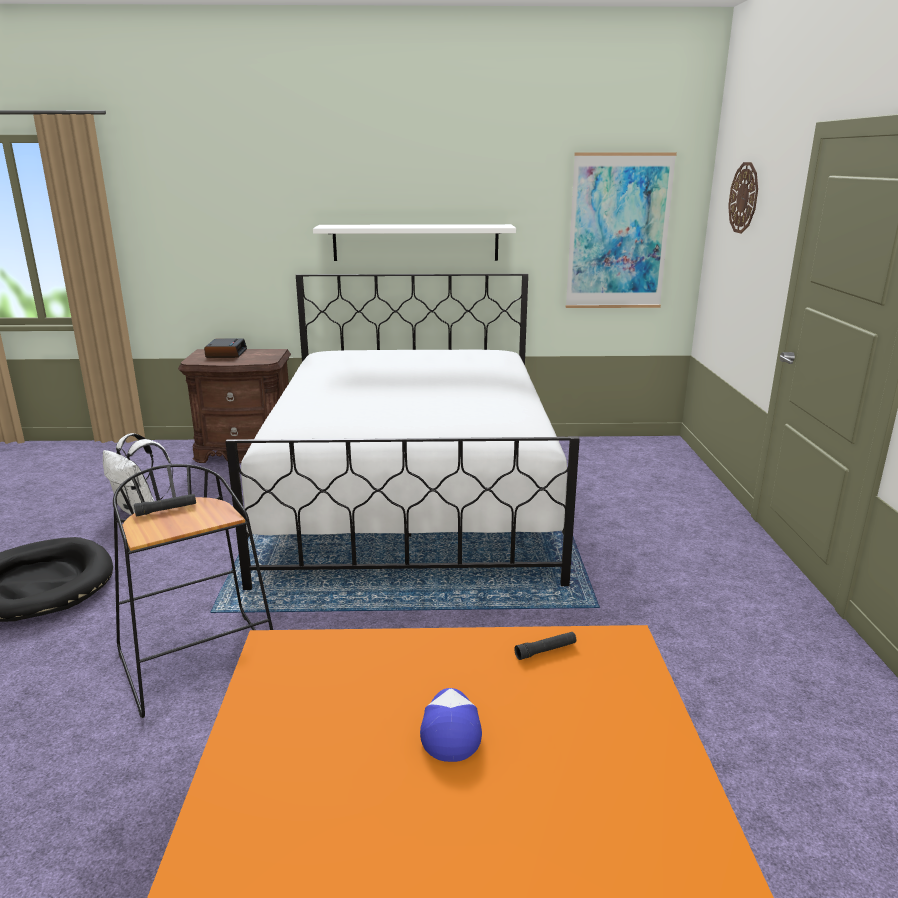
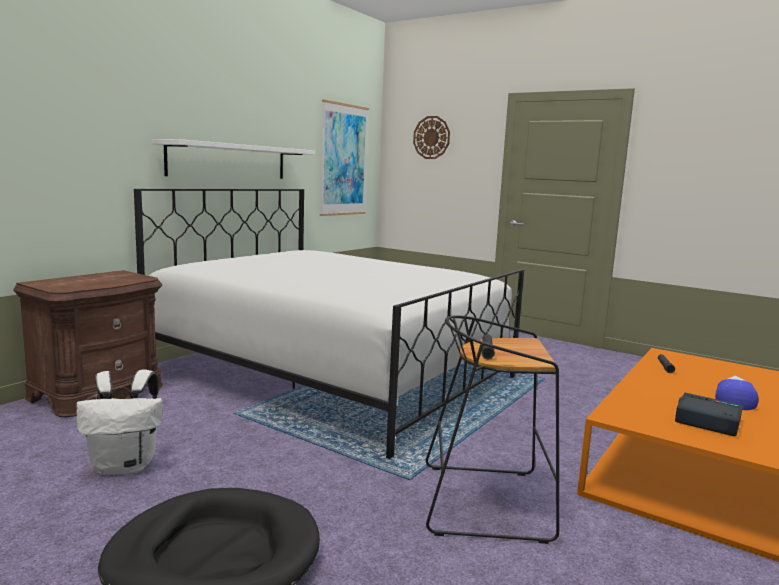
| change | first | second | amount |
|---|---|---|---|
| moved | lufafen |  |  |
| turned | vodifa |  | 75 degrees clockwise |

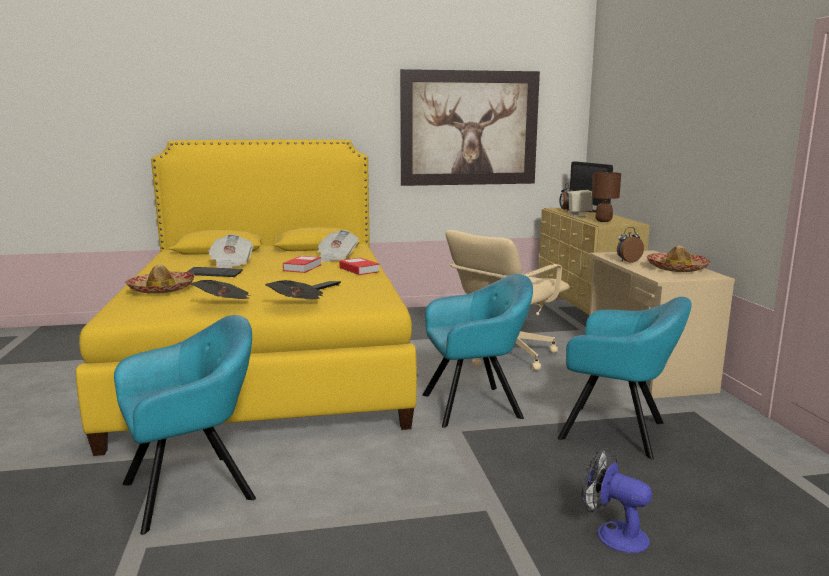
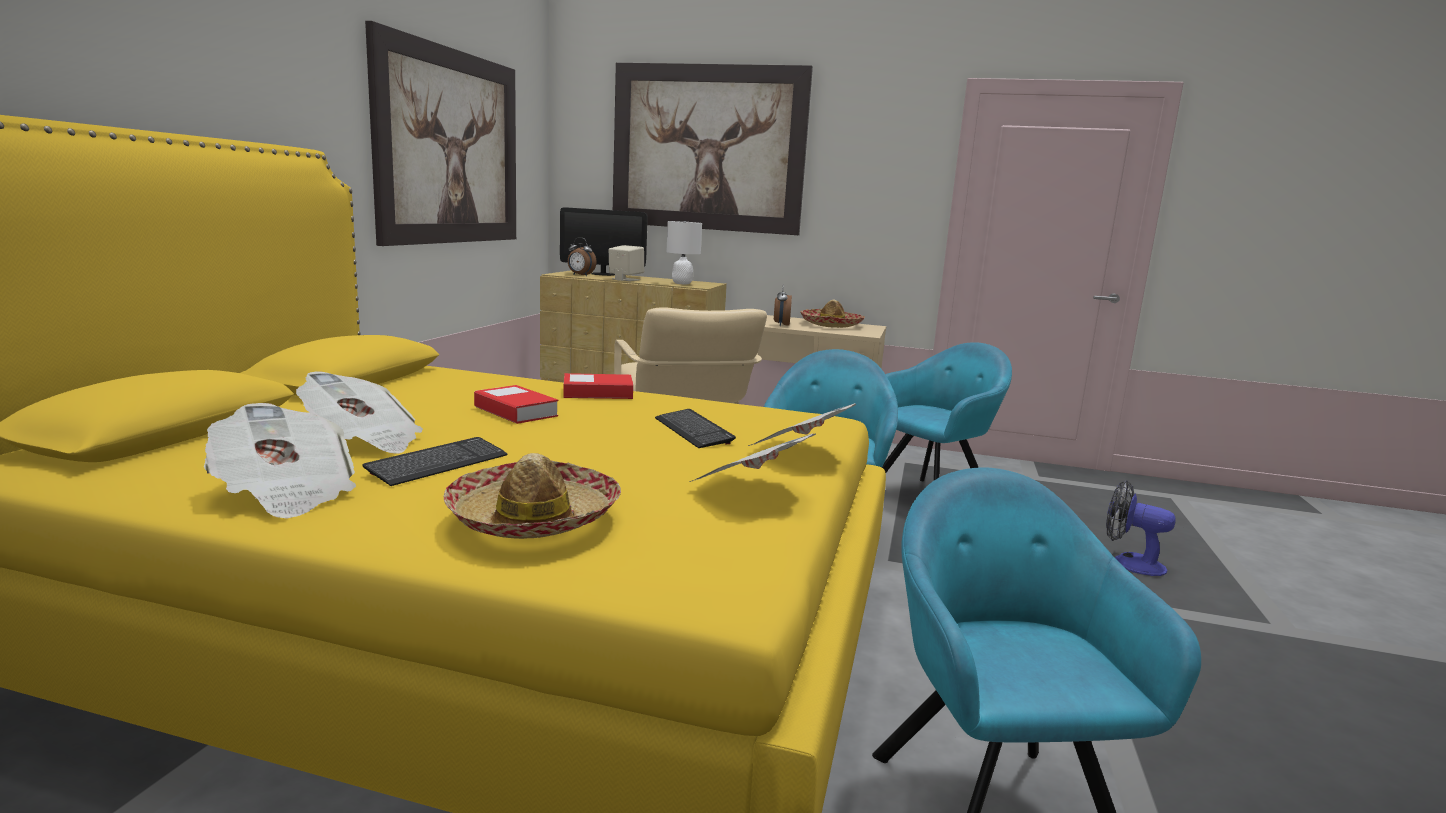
| change | first | second | amount |
|---|---|---|---|
| moved | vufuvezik (4th from left in the first image) | vufuvezik (1st from left) |  |
| turned | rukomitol |  | 60 degrees clockwise |
| recoloured | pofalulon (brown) | pofalulon (white) |  |
| added |  | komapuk (2nd from left) |  |

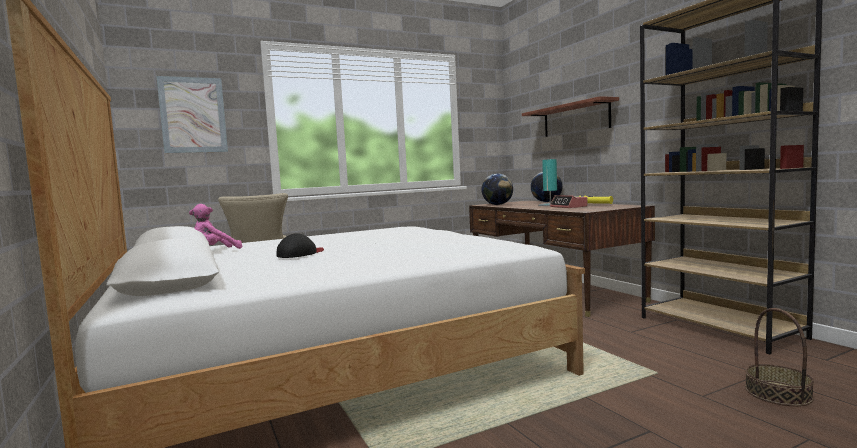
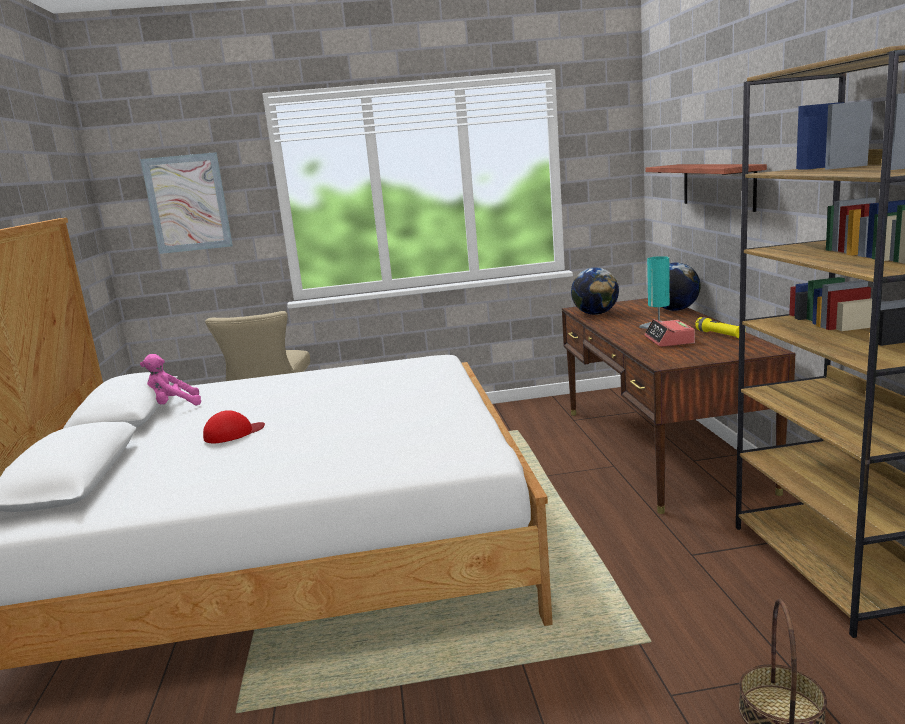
| change | first | second | amount |
|---|---|---|---|
| recoloured | vodifa (black) | vodifa (red) |  |

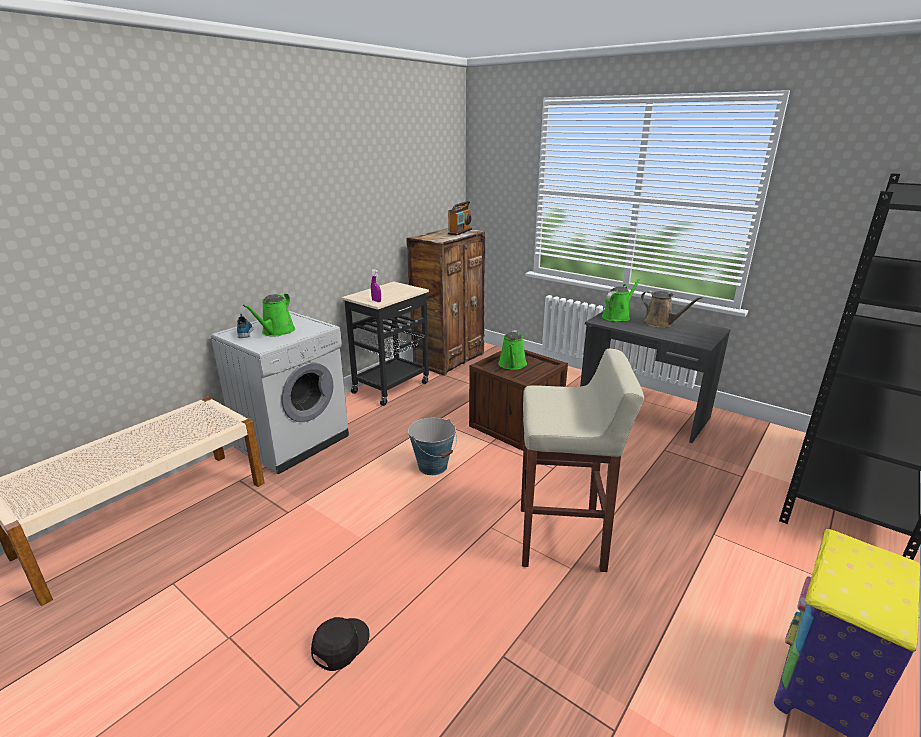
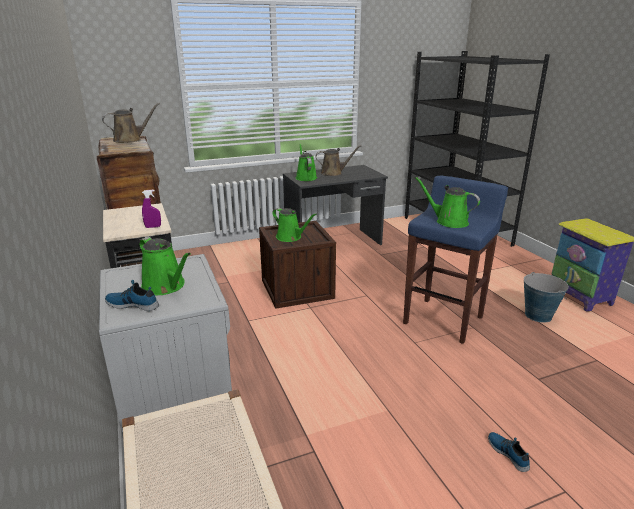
| change | first | second | amount |
|---|---|---|---|
| replaced | vodifa (black) | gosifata (2nd from left) |  |
| moved | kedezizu |  |  |
| replaced | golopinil | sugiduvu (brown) (1st from left) |  |
| recoloured | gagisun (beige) | gagisun (blue) |  |
| added |  | sugiduvu (green) (4th from left) |  |

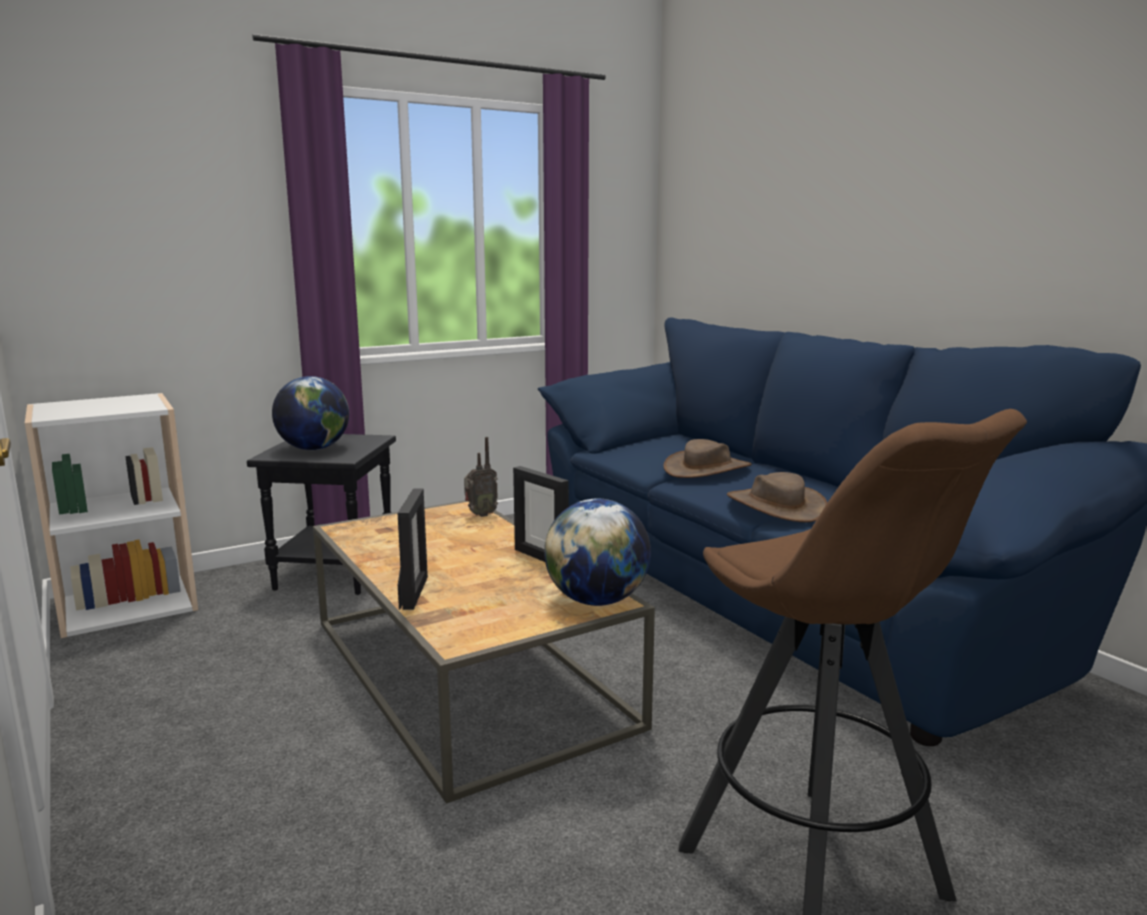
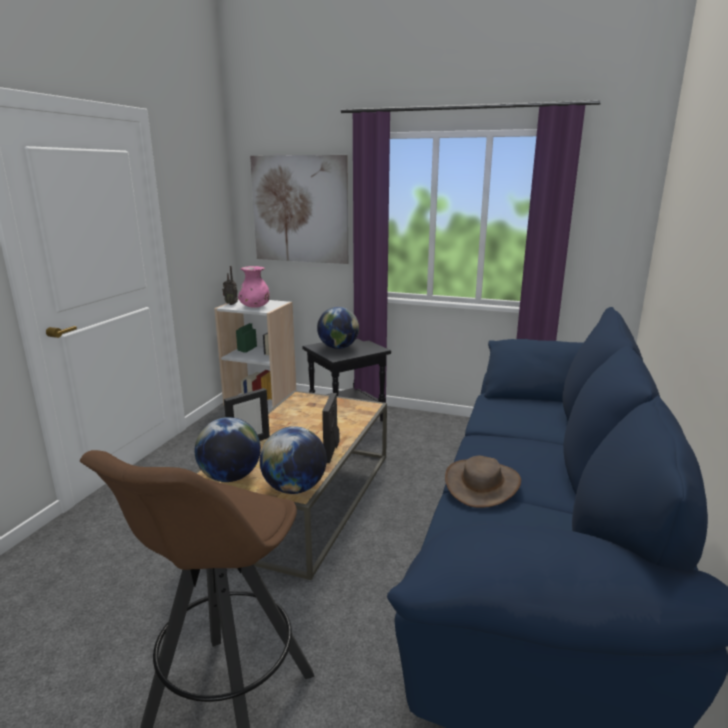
| change | first | second | amount |
|---|---|---|---|
| moved | golopinil |  |  |
| removed | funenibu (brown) (1st from left) |  |  |
| added |  | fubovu (1st from left) |  |
| added |  | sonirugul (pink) |  |
| added |  | komapuk |  |

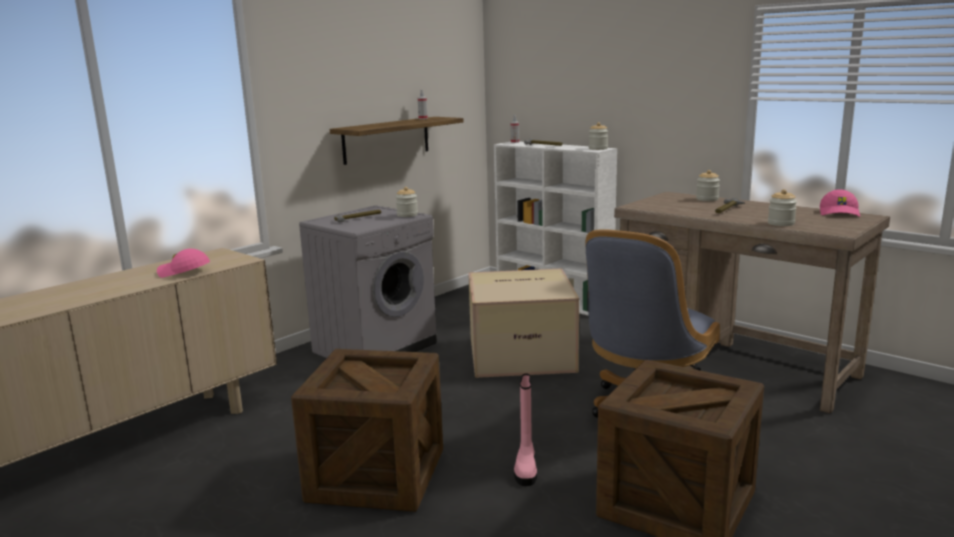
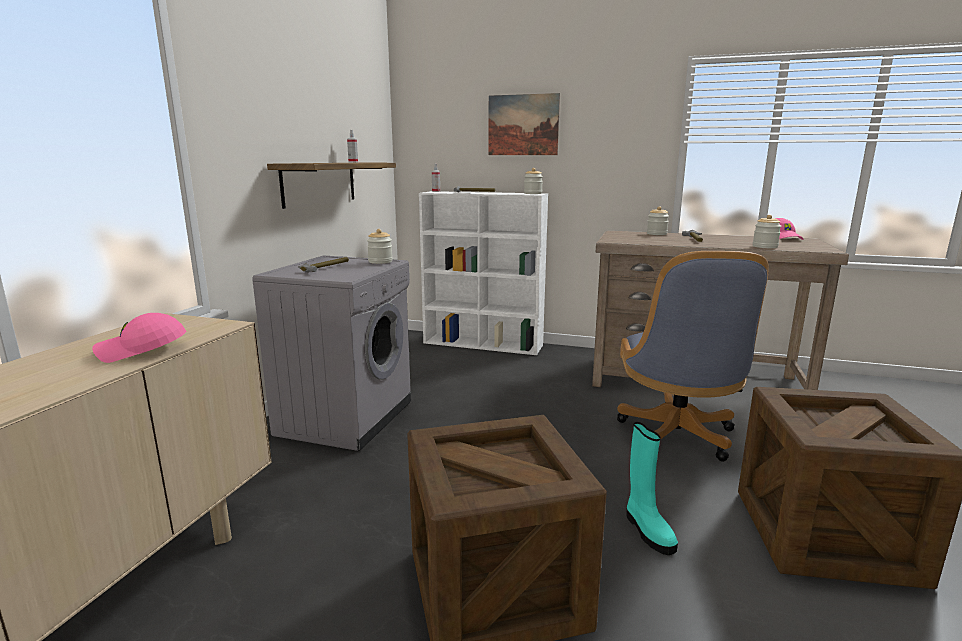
| change | first | second | amount |
|---|---|---|---|
| removed | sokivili |  |  |
| recoloured | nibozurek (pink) | nibozurek (turquoise) |  |
| added |  | komapuk |  |

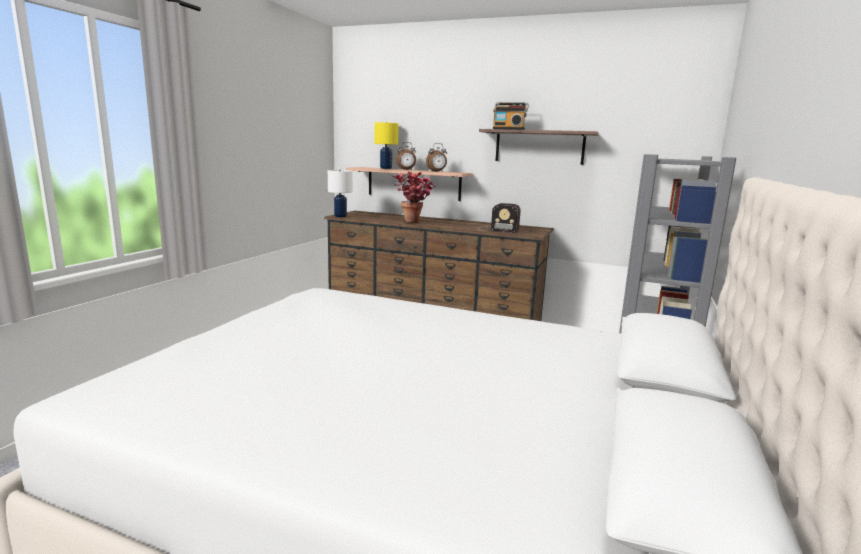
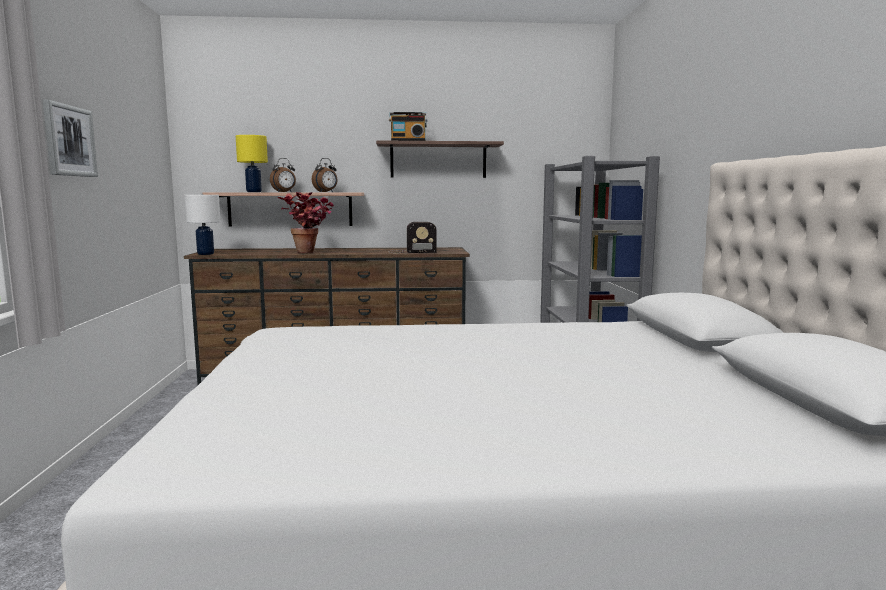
| change | first | second | amount |
|---|---|---|---|
| added |  | komapuk |  |

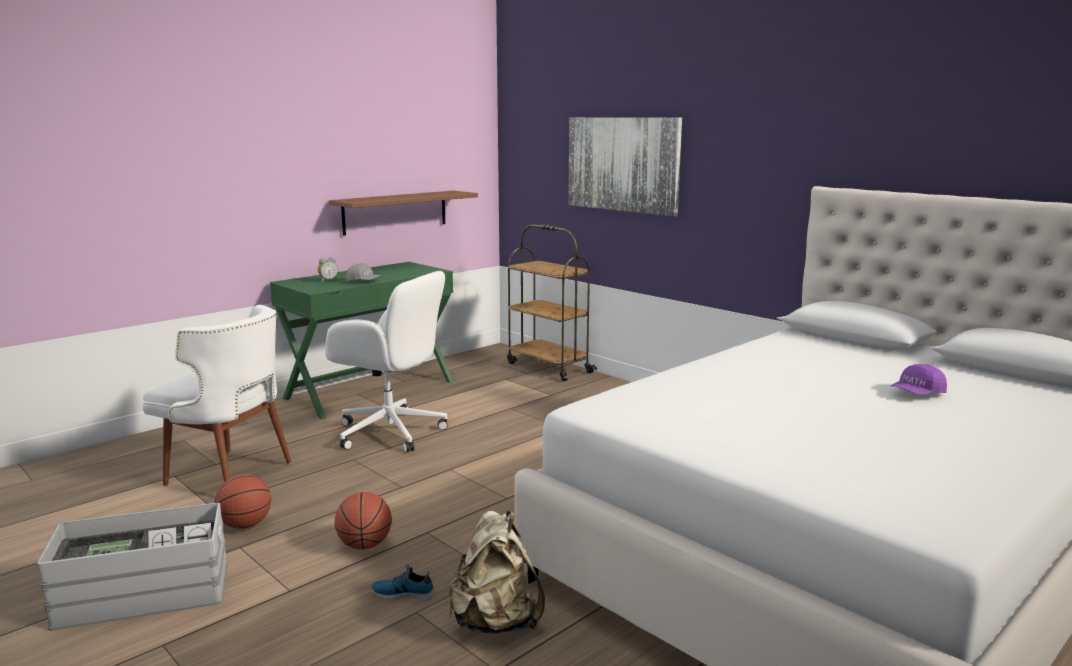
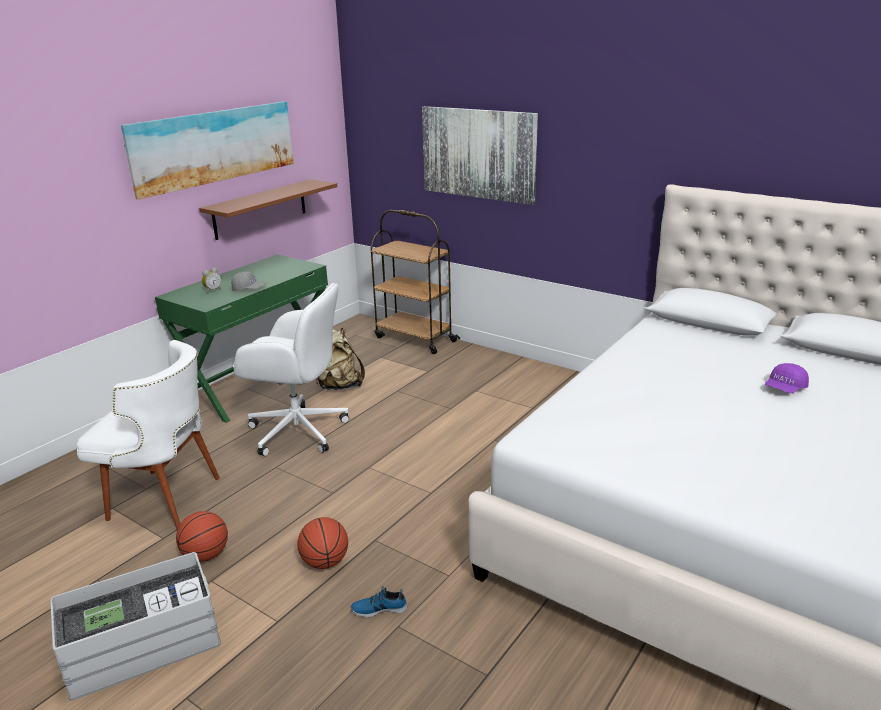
| change | first | second | amount |
|---|---|---|---|
| moved | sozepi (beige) |  |  |
| added |  | komapuk (1st from left) |  |

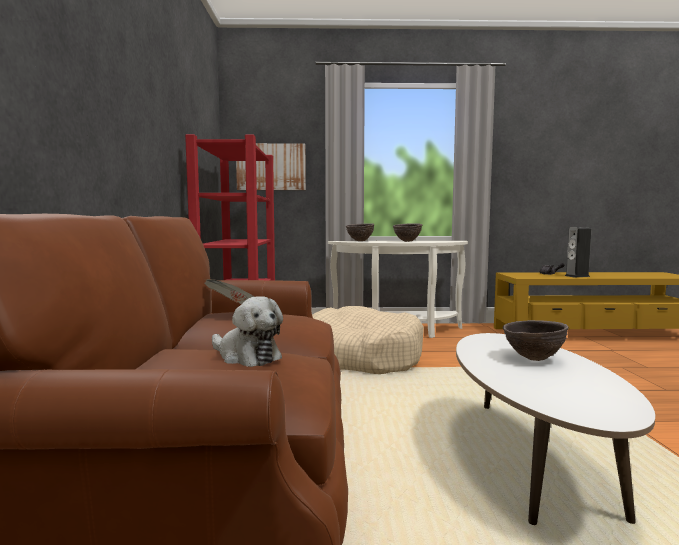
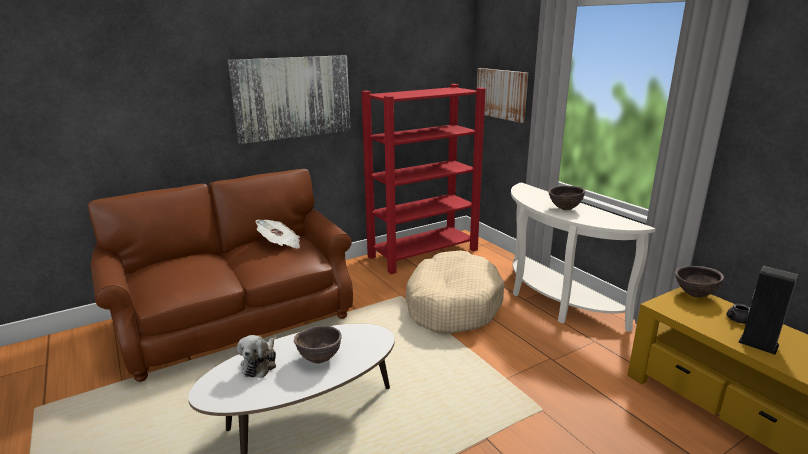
| change | first | second | amount |
|---|---|---|---|
| moved | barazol |  |  |
| moved | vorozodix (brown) (1st from left in the first image) | vorozodix (brown) (3rd from left) |  |
| added |  | komapuk (1st from left) |  |

